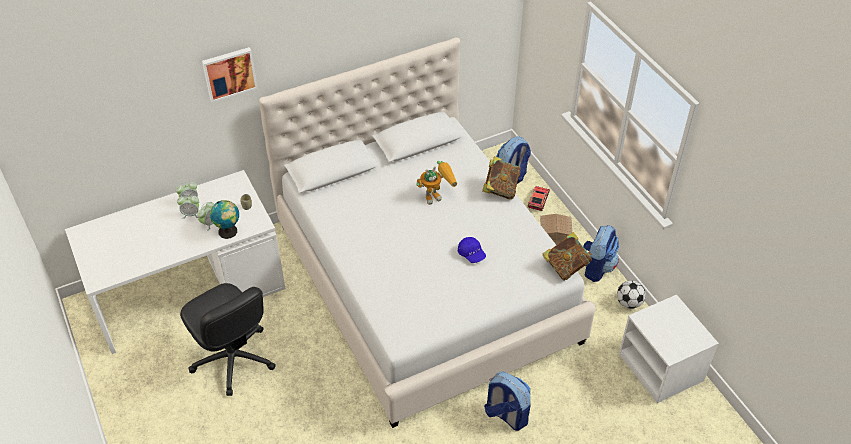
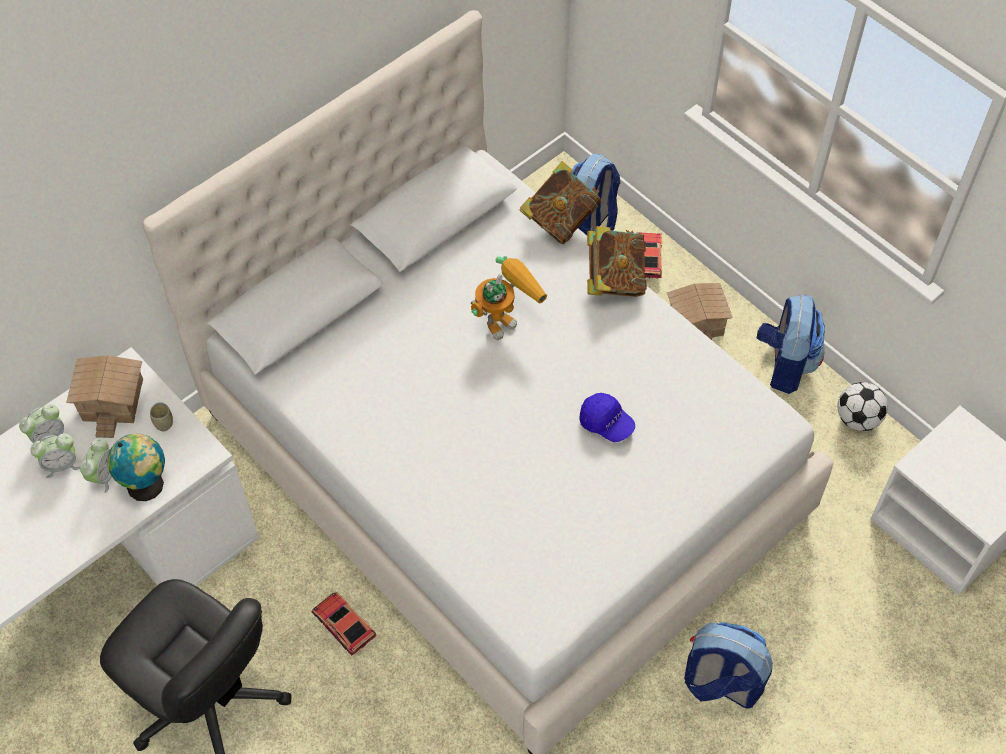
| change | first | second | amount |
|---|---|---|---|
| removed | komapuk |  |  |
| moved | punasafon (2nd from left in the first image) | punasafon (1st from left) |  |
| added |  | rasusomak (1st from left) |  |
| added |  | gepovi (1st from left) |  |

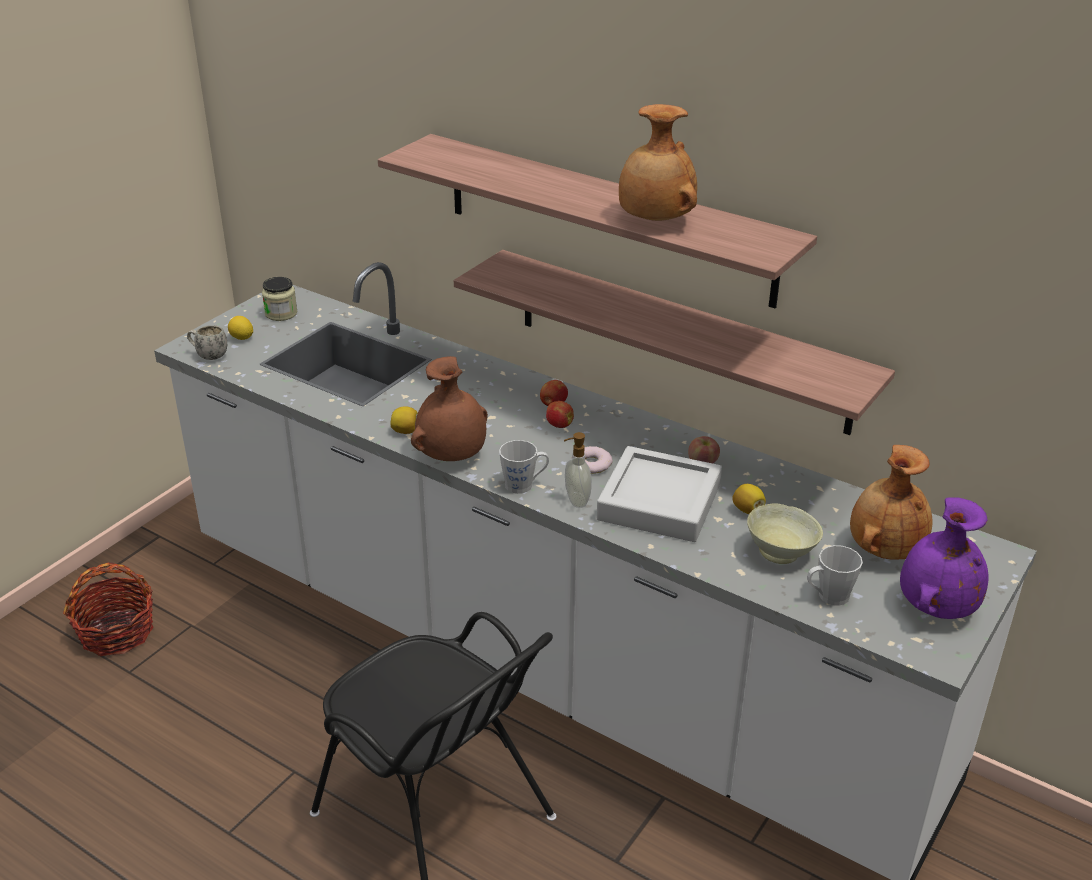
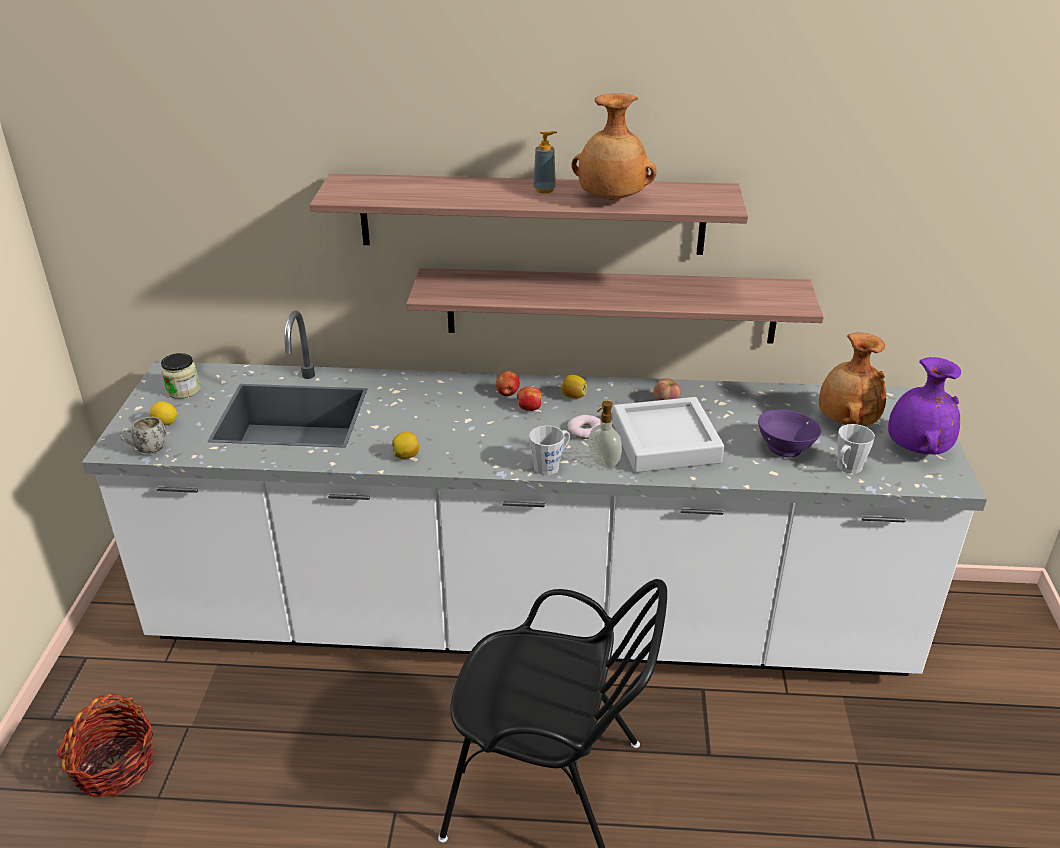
| change | first | second | amount |
|---|---|---|---|
| removed | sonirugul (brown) (1st from left) |  |  |
| moved | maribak (3rd from left) |  |  |
| recoloured | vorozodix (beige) | vorozodix (purple) |  |
| added |  | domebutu (1st from left) |  |

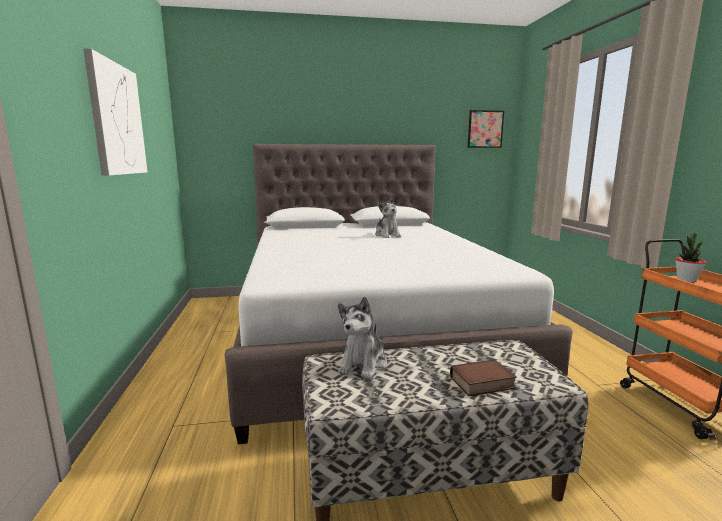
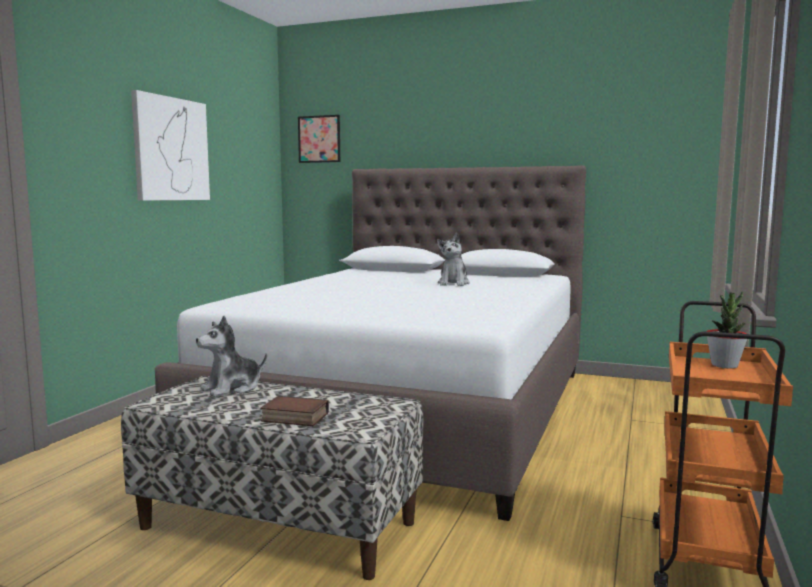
| change | first | second | amount |
|---|---|---|---|
| moved | komapuk (2nd from left) |  |  |

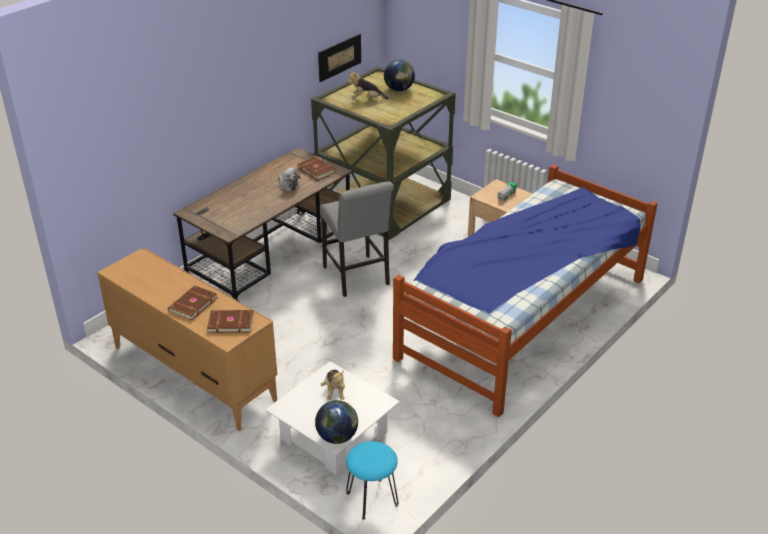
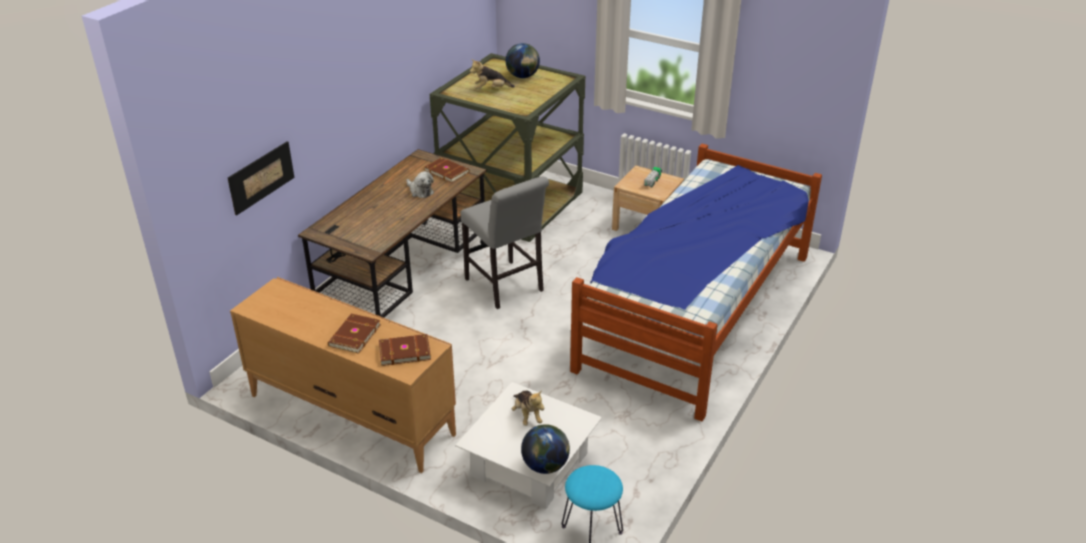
| change | first | second | amount |
|---|---|---|---|
| moved | komapuk |  |  |

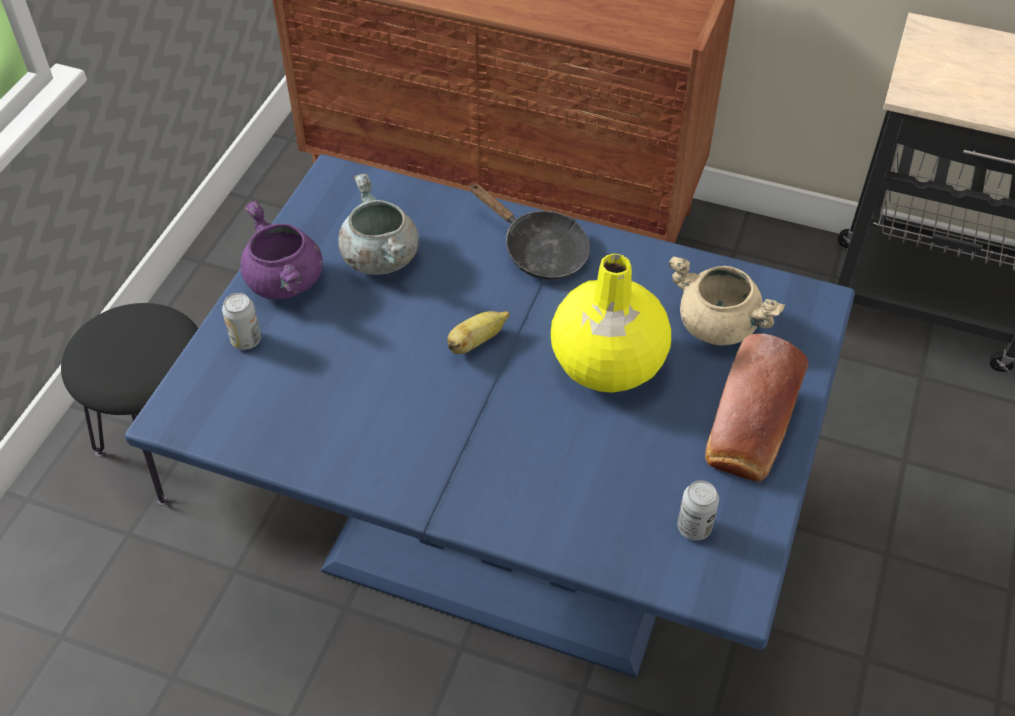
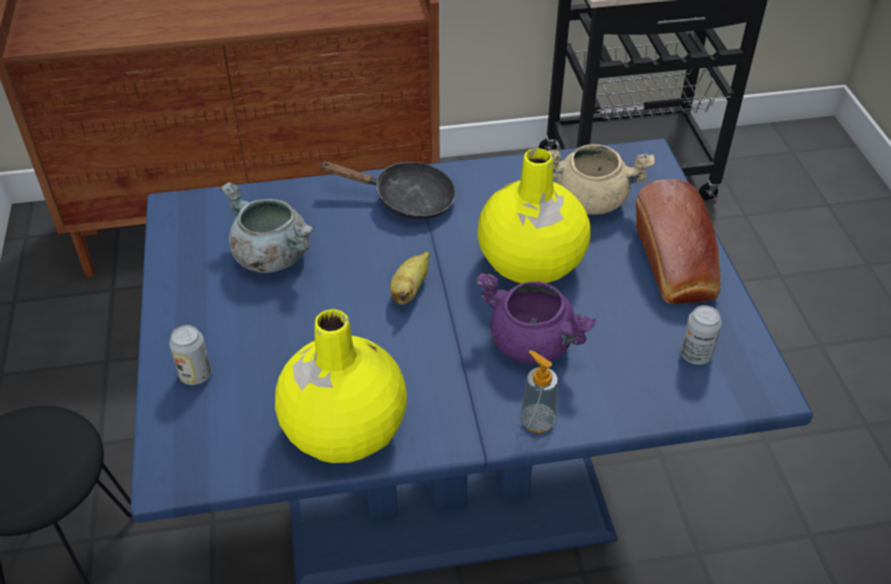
| change | first | second | amount |
|---|---|---|---|
| moved | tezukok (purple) |  |  |
| added |  | sonirugul (yellow) (1st from left) |  |
| added |  | domebutu |  |

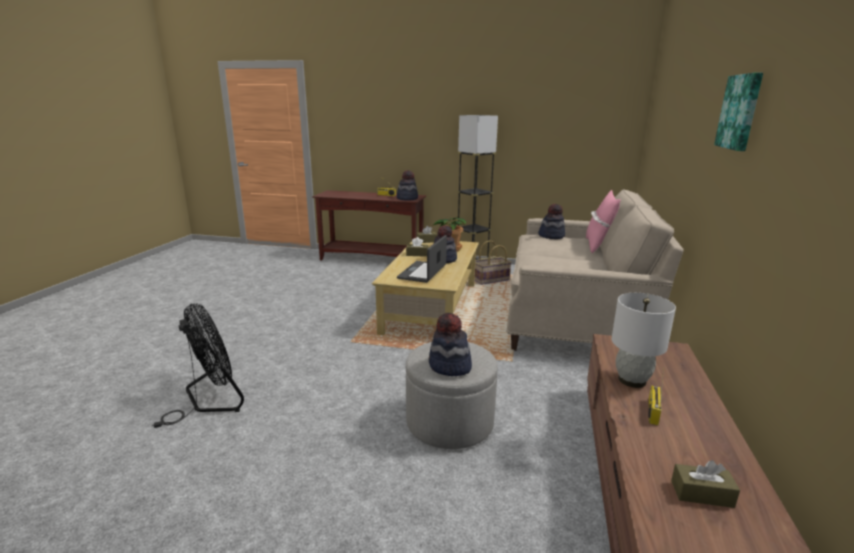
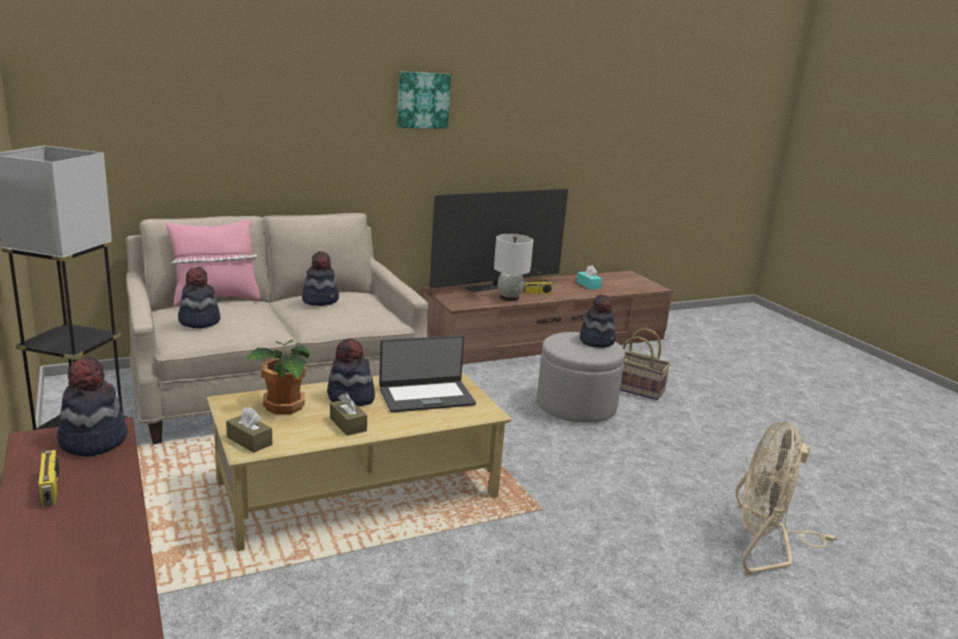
| change | first | second | amount |
|---|---|---|---|
| recoloured | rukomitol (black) | rukomitol (beige) |  |
| moved | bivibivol |  |  |
| recoloured | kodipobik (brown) (3rd from left) | kodipobik (turquoise) |  |
| added |  | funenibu (3rd from left) |  |
| added |  | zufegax |  |

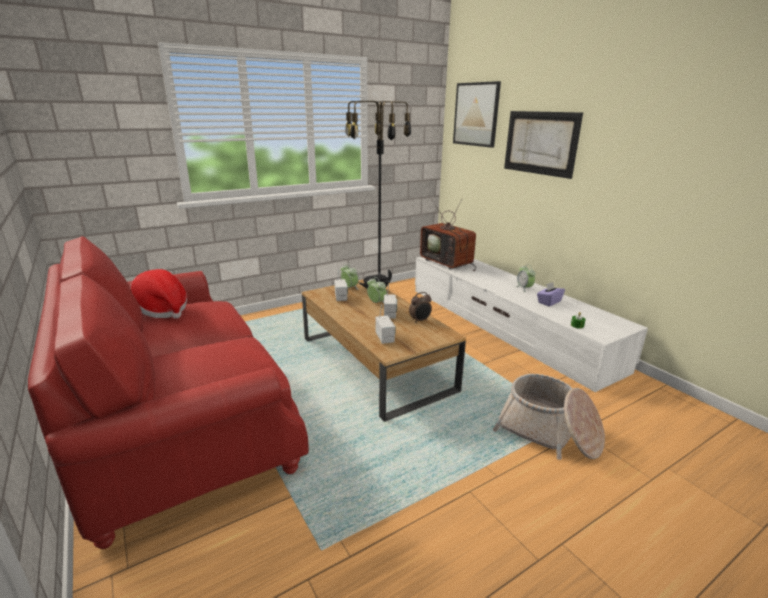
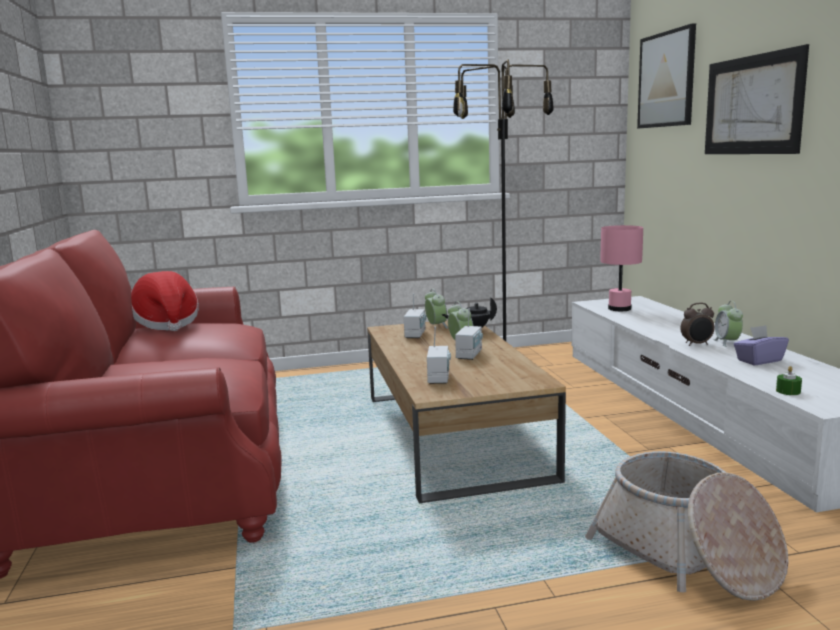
| change | first | second | amount |
|---|---|---|---|
| moved | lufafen (3rd from left) |  |  |
| replaced | zufegax | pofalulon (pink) |  |

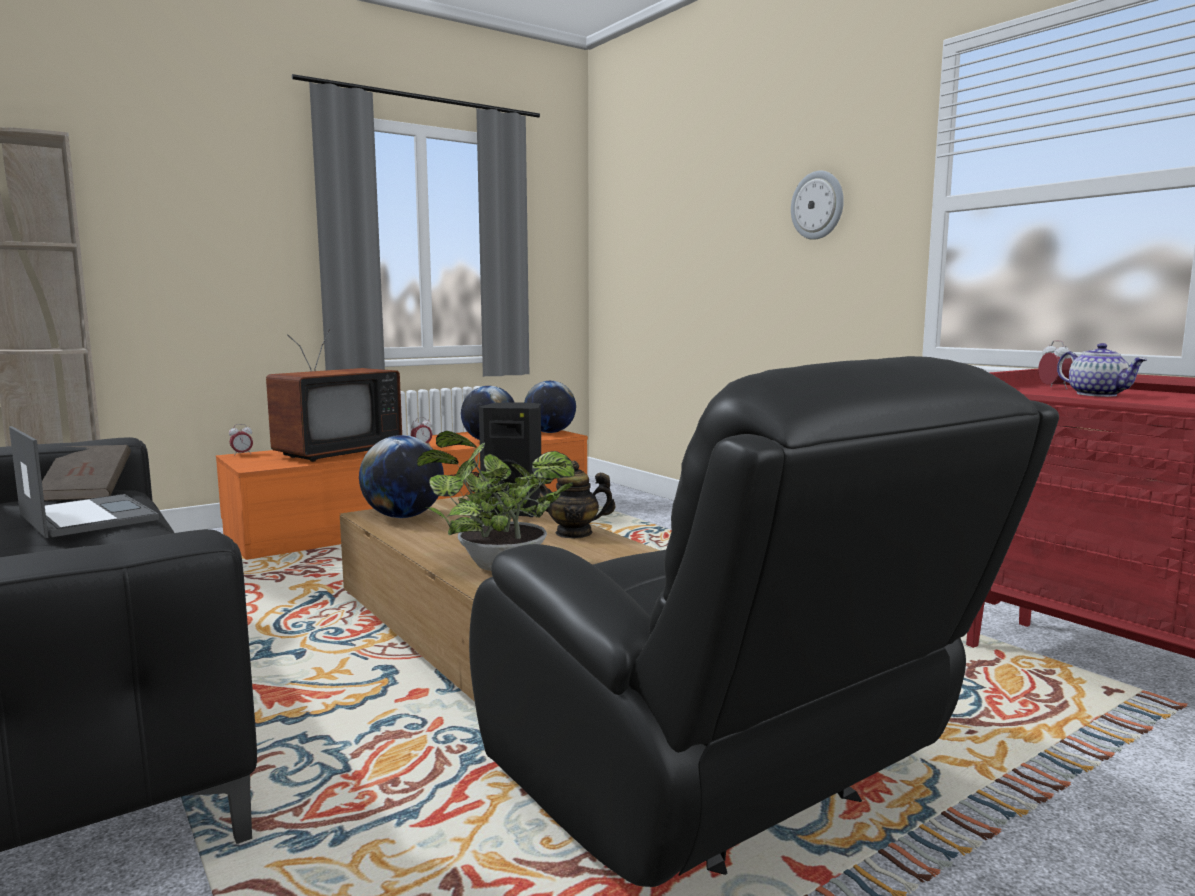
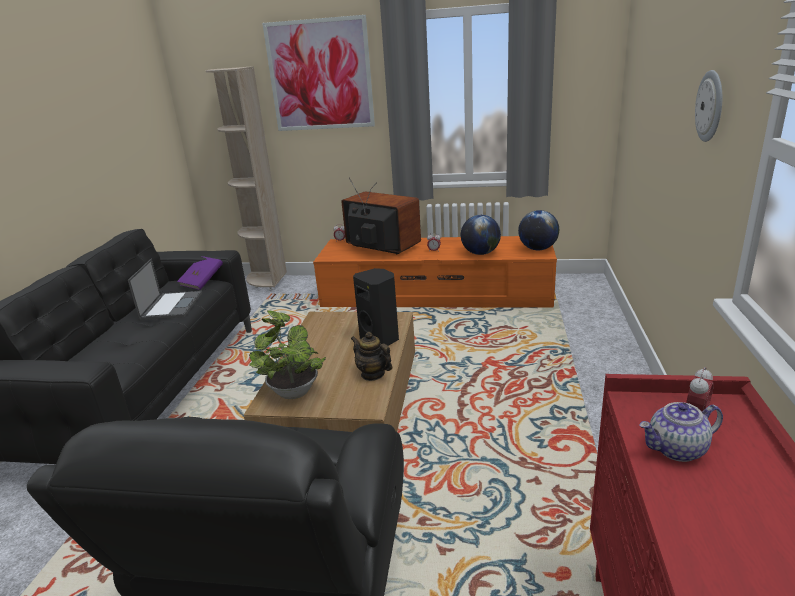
| change | first | second | amount |
|---|---|---|---|
| recoloured | punasafon (brown) | punasafon (purple) |  |
| turned | zufegax |  | 135 degrees counterclockwise |
| removed | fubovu (1st from left) |  |  |
| turned | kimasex (2nd from left) |  | 60 degrees clockwise |
| added |  | komapuk |  |

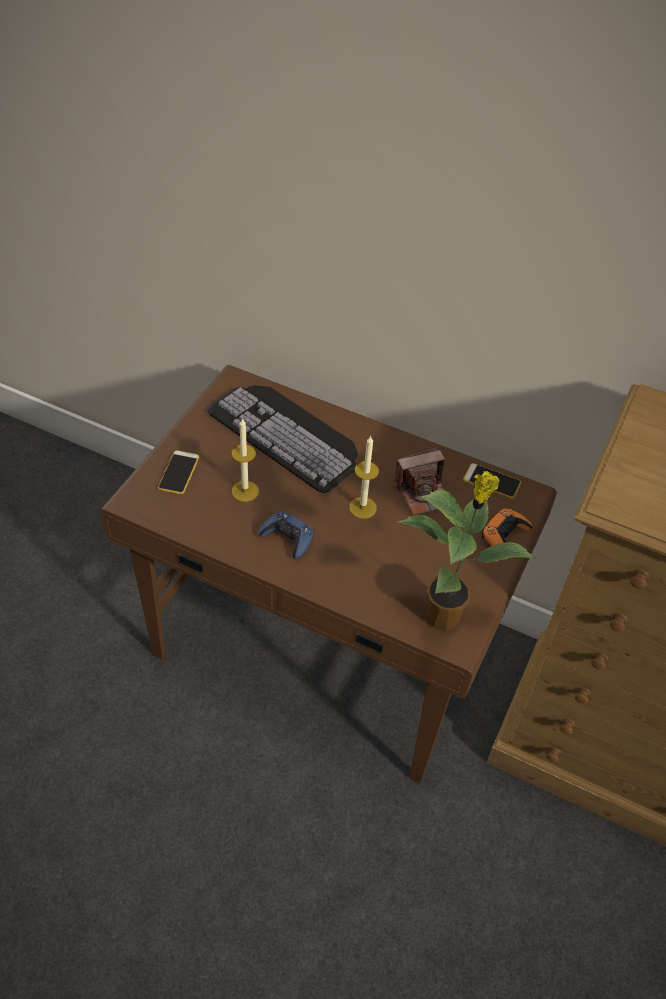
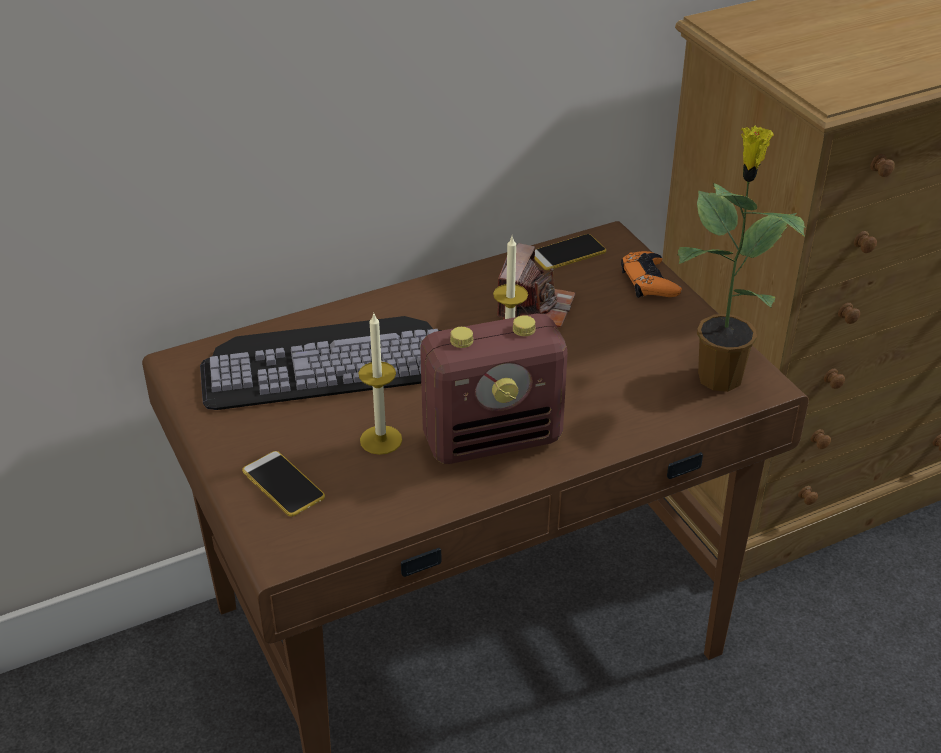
| change | first | second | amount |
|---|---|---|---|
| replaced | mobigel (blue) | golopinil |  |

